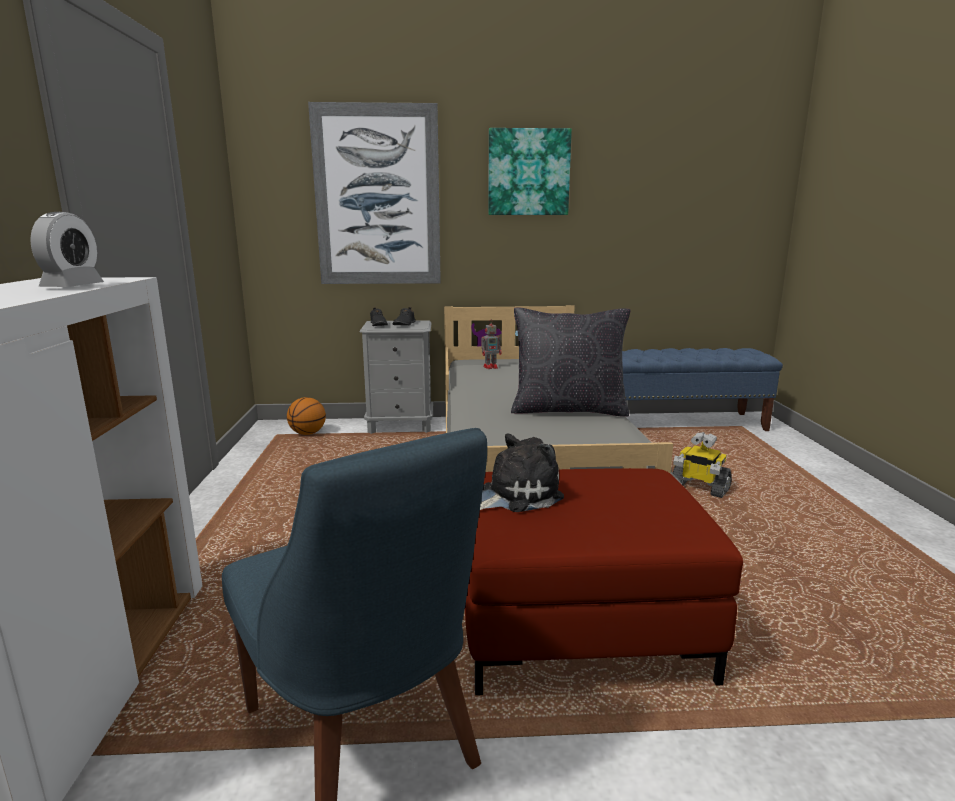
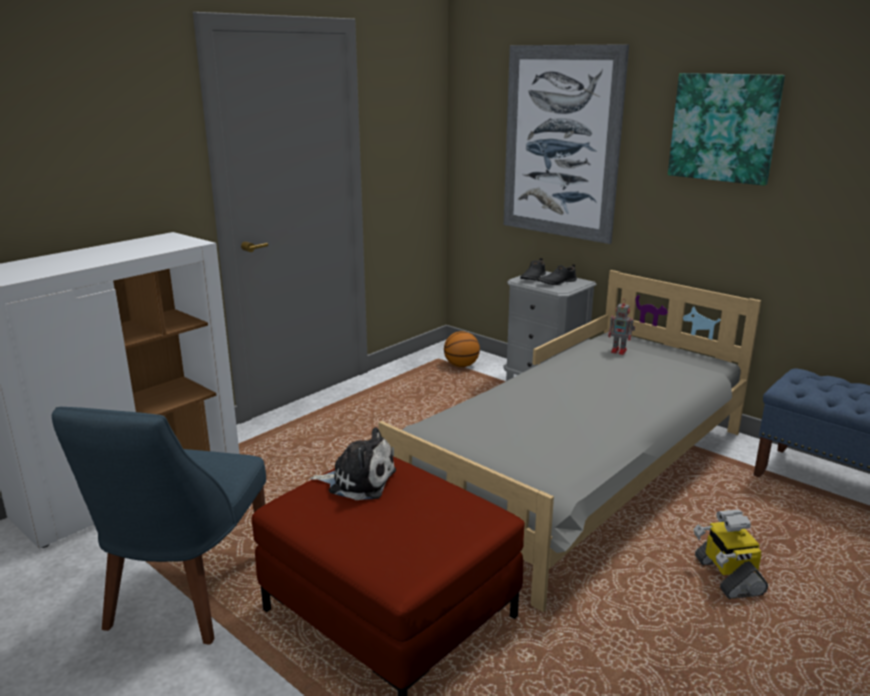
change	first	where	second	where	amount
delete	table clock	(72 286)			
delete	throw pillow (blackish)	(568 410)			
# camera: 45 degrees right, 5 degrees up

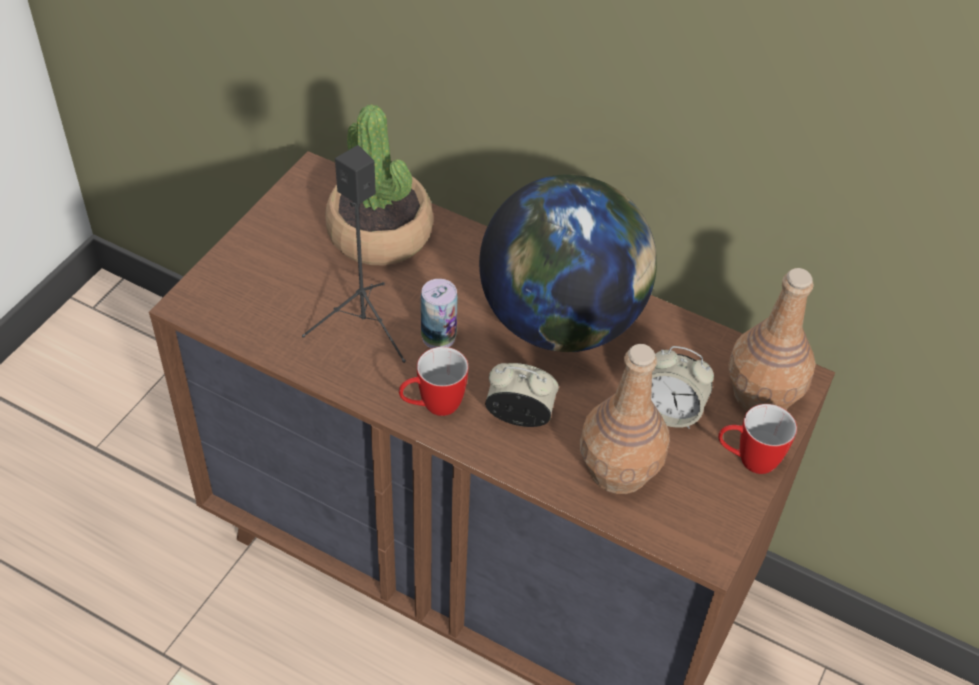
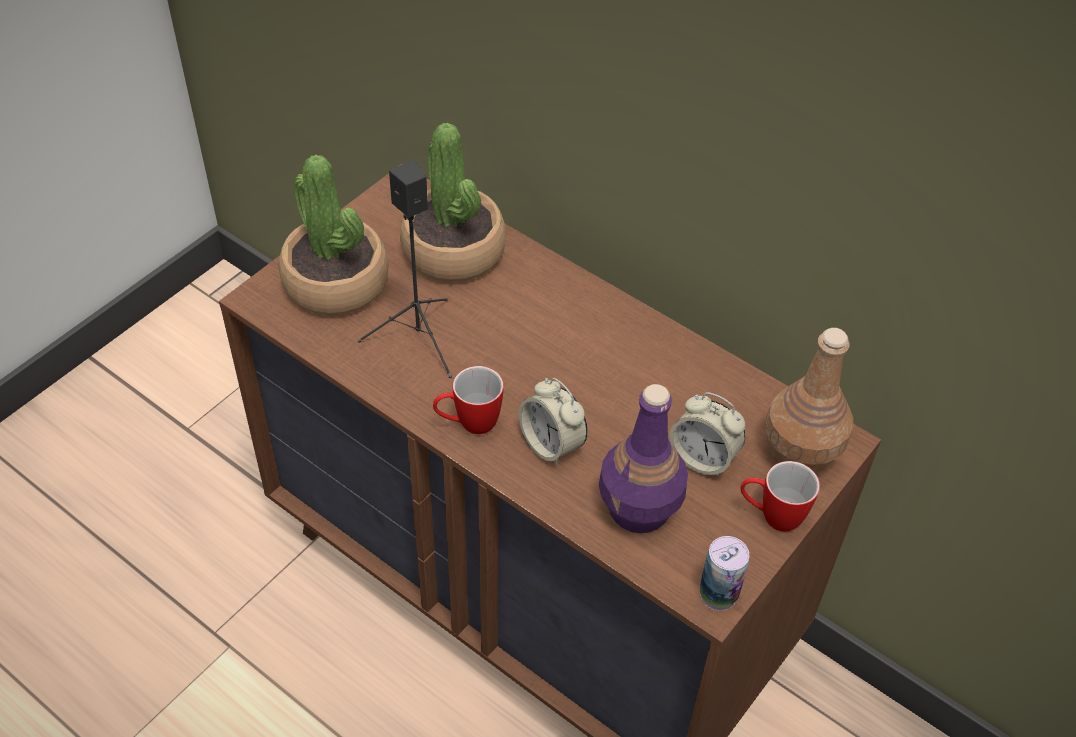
change	first	where	second	where	amount
delete	world globe	(562 321)			
insert			houseplant	(336 282)	
move	sealed can	(438 337)		(718 594)	
recolor	beverage bottle (brownish)	(620 470)	beverage bottle (purple-coloured)	(640 509)	
rotate	table clock	(519 417)		(551 444)	150 degrees counterclockwise
# camera: 10 degrees right, 0 degrees up

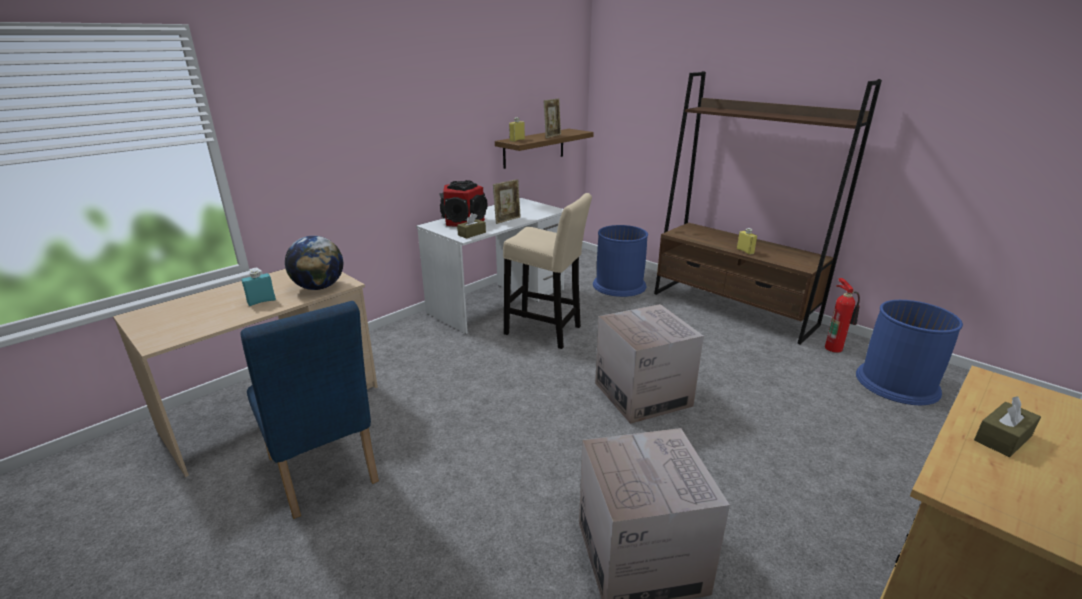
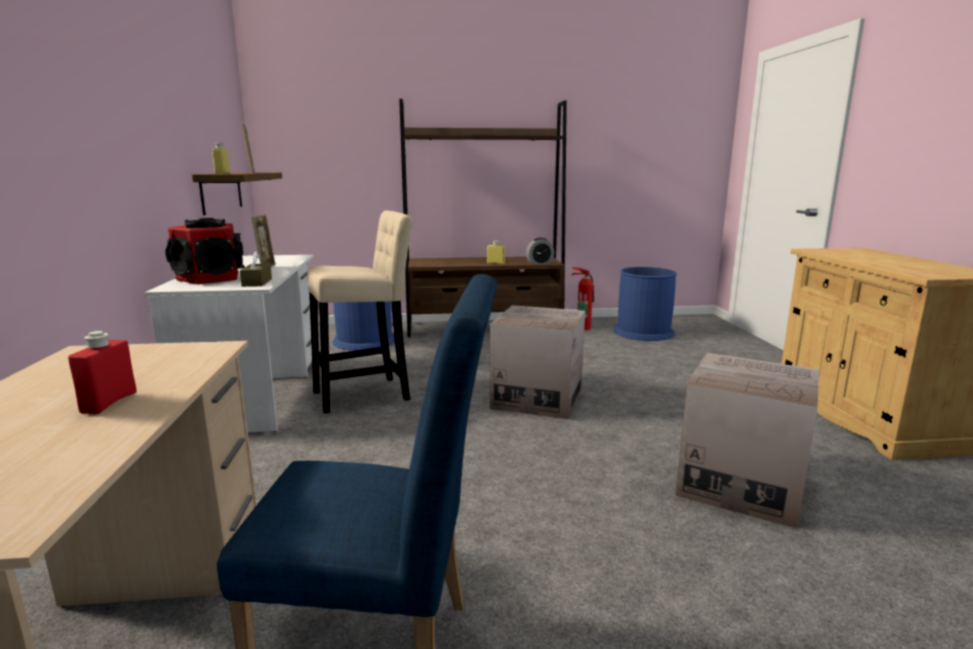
change	first	where	second	where	amount
delete	world globe	(319 287)			
delete	box of tissues (brownish)	(1002 438)			
insert			table clock	(539 263)	
recolor	beverage bottle (turquoise)	(261 301)	beverage bottle (red)	(109 402)	
# camera: 50 degrees left, 10 degrees down

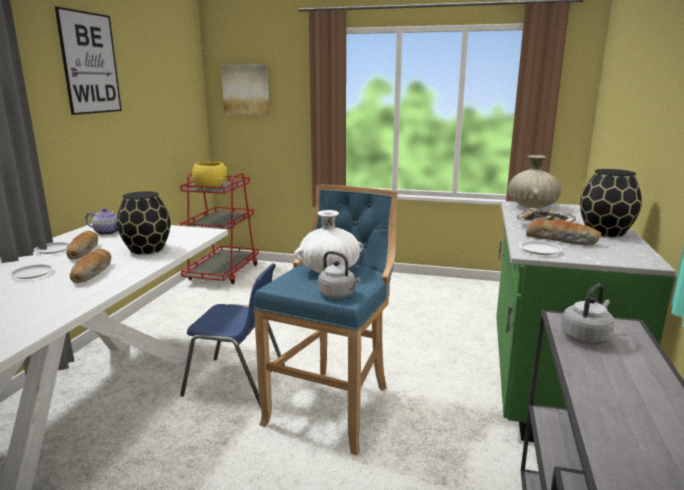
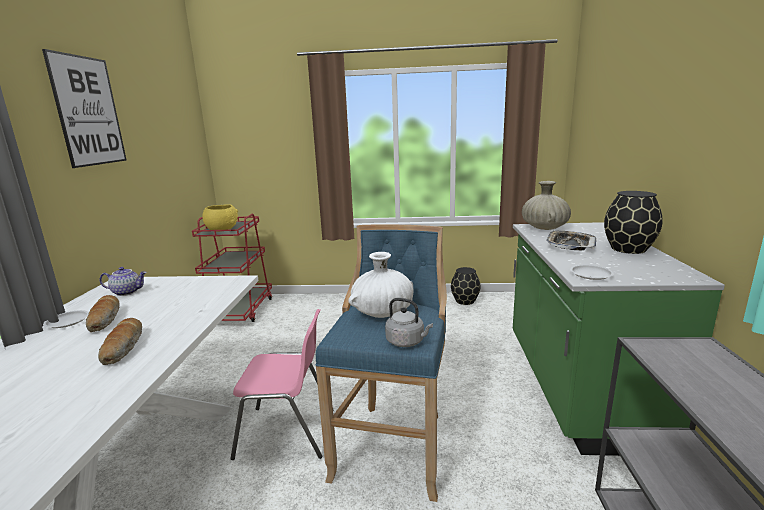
change	first	where	second	where	amount
delete	flat dish (white-coloured)	(33 274)			
delete	wall picture	(246 89)			
delete	baked bread	(561 240)			
delete	water kettle (greyish)	(586 337)			
move	flower vase (blackish)	(147 250)		(465 301)	
recolor	upright chair (blue)	(237 382)	upright chair (pink-coloured)	(287 433)	
# camera: 10 degrees left, 0 degrees up

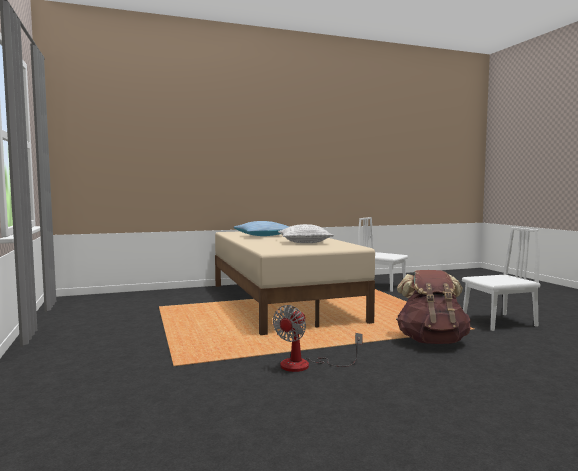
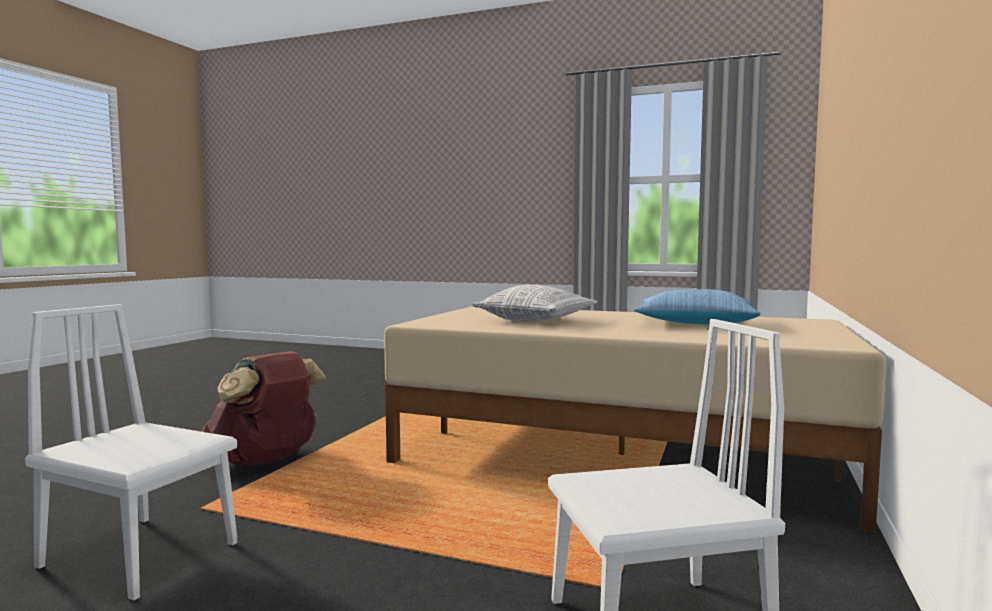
change	first	where	second	where	amount
delete	electric fan	(305 365)			
rotate	upright chair (white-coloured)	(498 322)		(140 554)	90 degrees clockwise
# camera: 130 degrees right, 0 degrees up

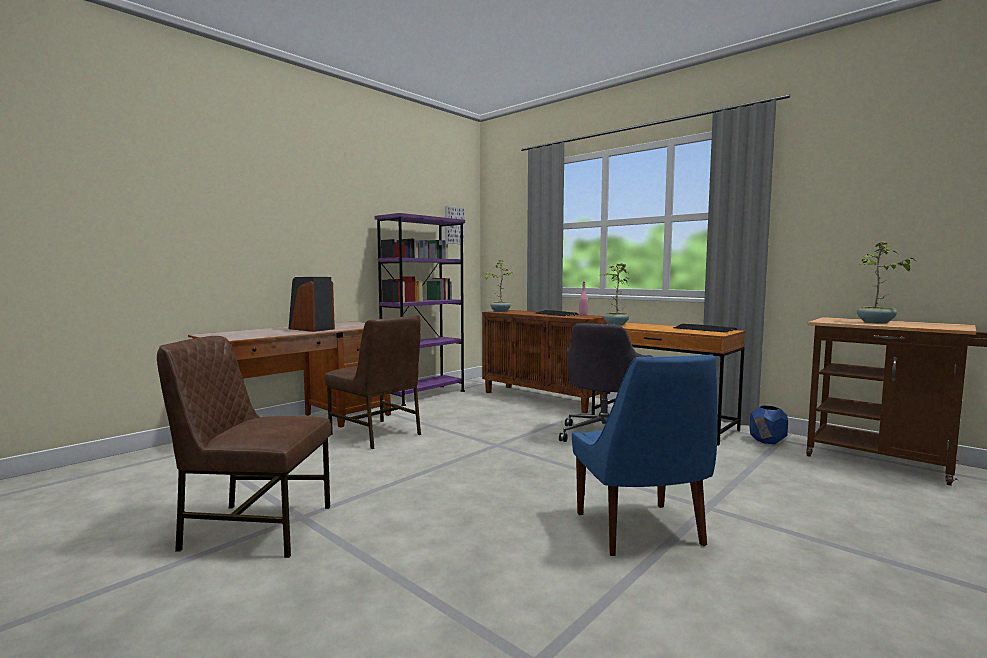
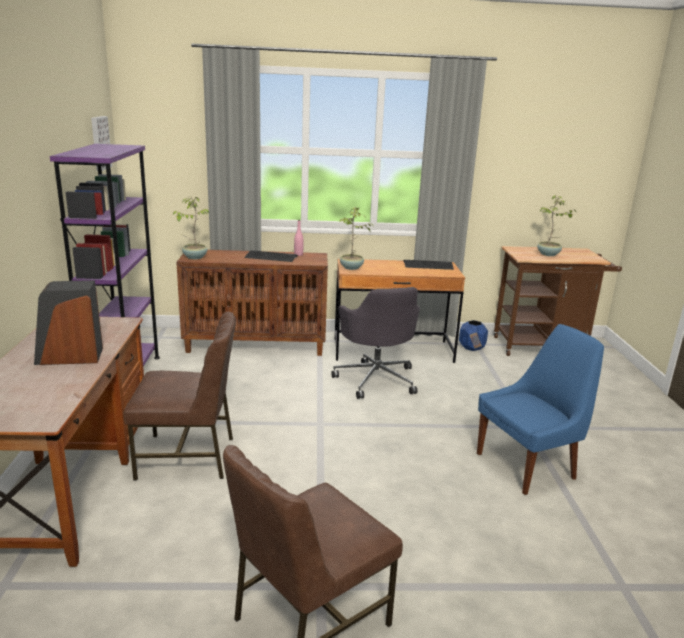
change	first	where	second	where	amount
rotate	upright chair (blue)	(640 531)		(528 465)	60 degrees counterclockwise
# camera: 45 degrees left, 15 degrees up

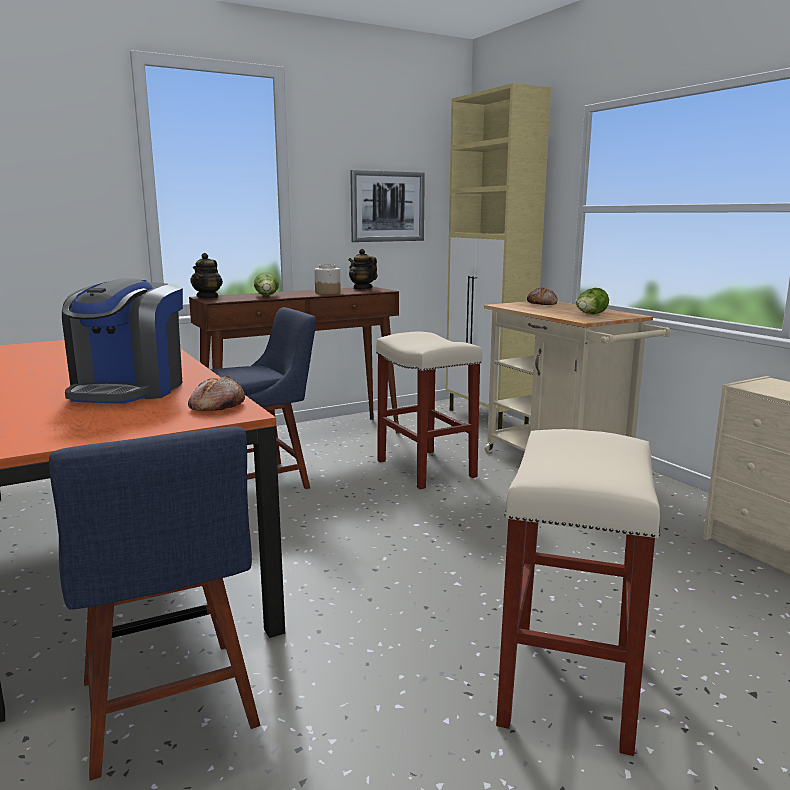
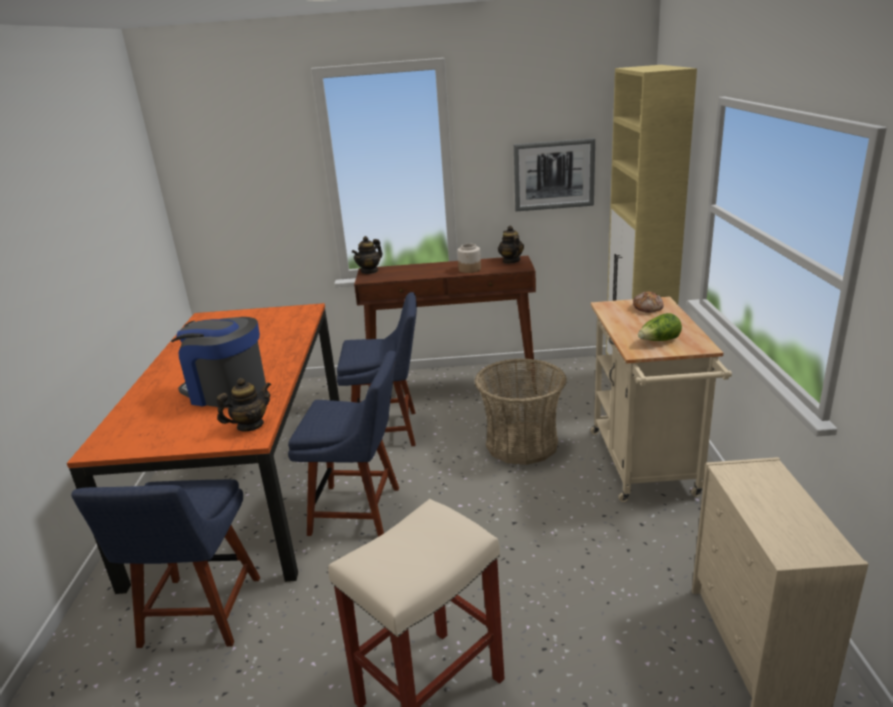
change	first	where	second	where	amount
delete	head of lettuce	(267 296)			
insert			upright chair (blue)	(360 511)	
replace	baked bread	(216 406)	teapot	(250 425)	
replace	sitting stool (beige-coloured)	(427 469)	storage basket	(522 444)	
rotate	coffee brewer	(129 389)		(226 391)	75 degrees clockwise
# camera: 30 degrees right, 10 degrees up

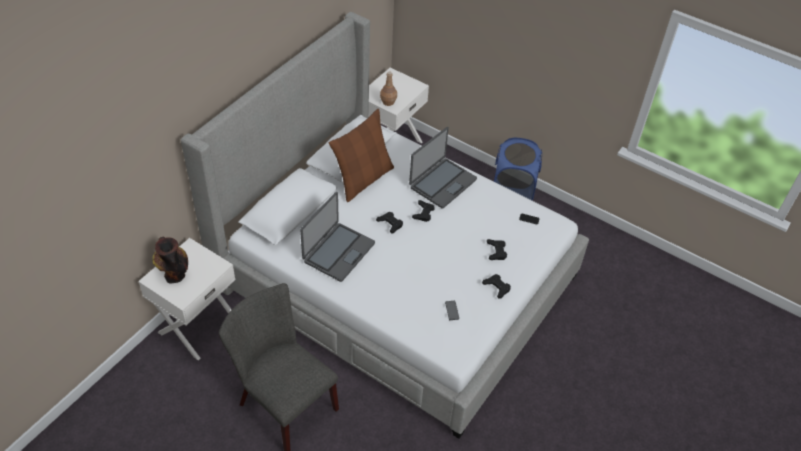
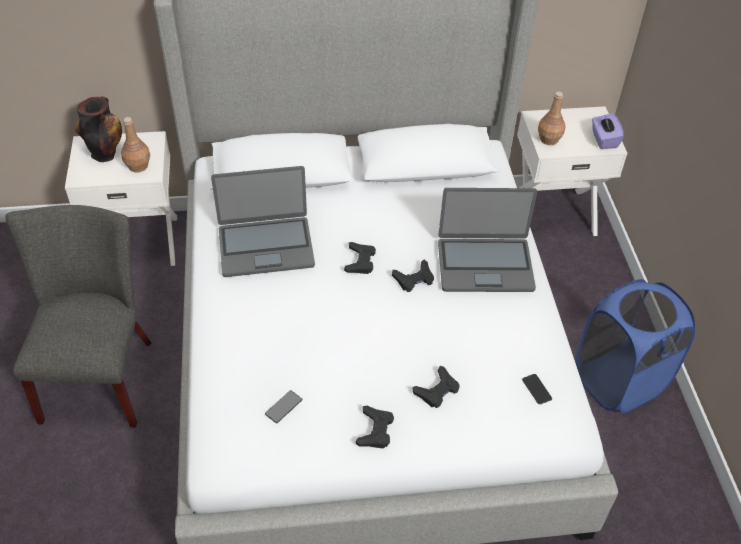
change	first	where	second	where	amount
delete	throw pillow (brownish)	(363 179)			
insert			beverage bottle (brownish)	(138 166)	
insert			box of tissues (purple-coloured)	(604 140)	
# camera: 50 degrees right, 0 degrees up

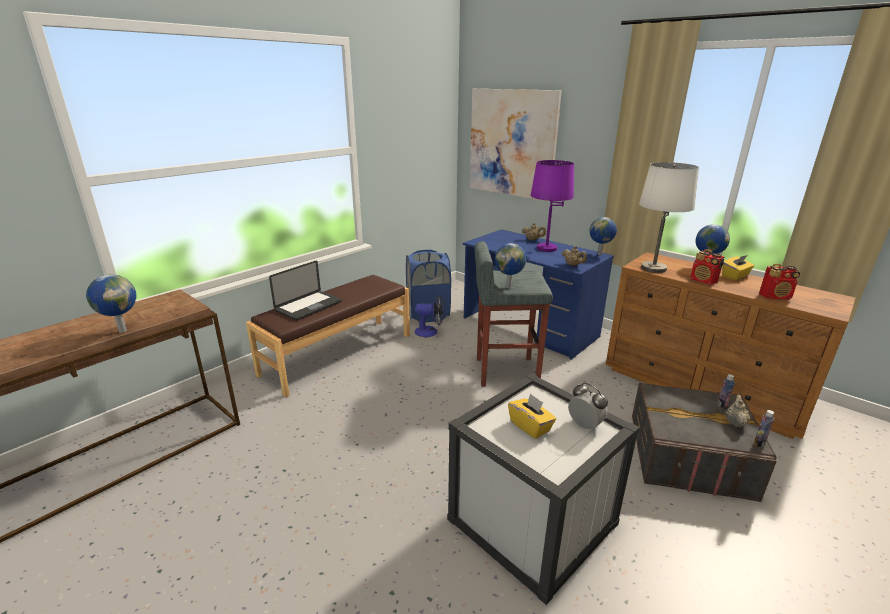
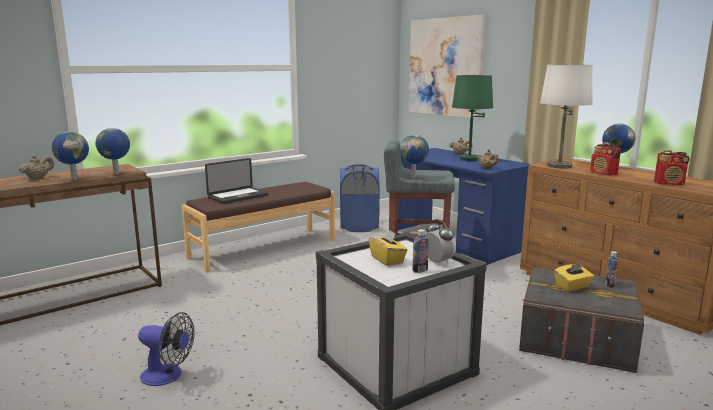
change	first	where	second	where	amount
move	electric fan	(430 332)		(168 376)	
move	world globe	(600 254)		(116 173)	
move	box of tissues (yellowish)	(735 276)		(572 287)	
move	teapot (beige-coloured)	(734 422)		(38 178)	
move	beverage bottle	(759 443)		(420 270)	
recolor	table lamp (purple-coloured)	(546 248)	table lamp (green-coloured)	(469 159)	
# camera: 10 degrees right, 10 degrees down

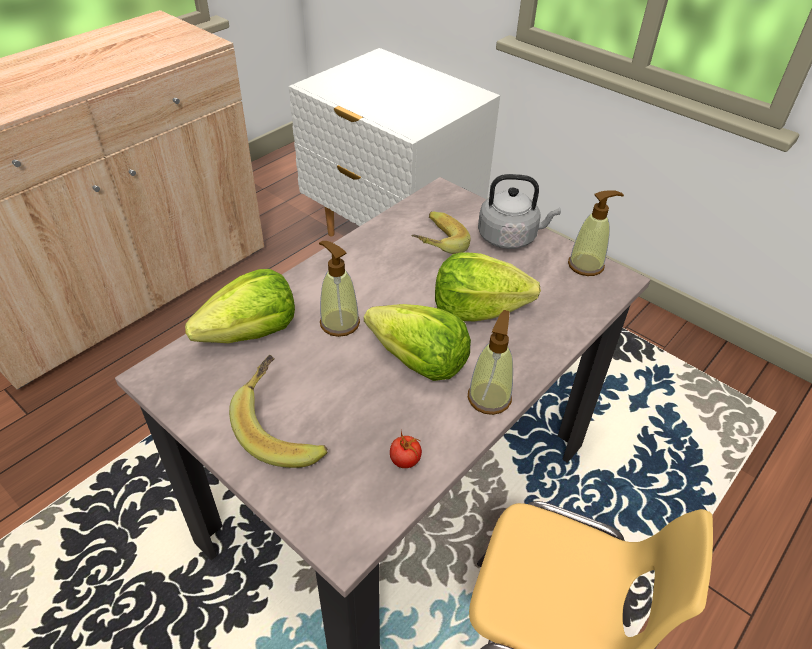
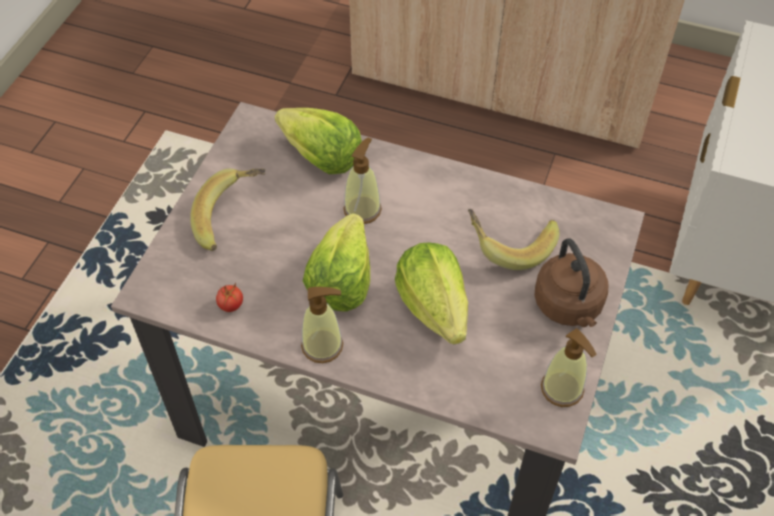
change	first	where	second	where	amount
recolor	water kettle (greyish)	(510 237)	water kettle (brownish)	(569 306)	
# camera: 70 degrees right, 10 degrees up

